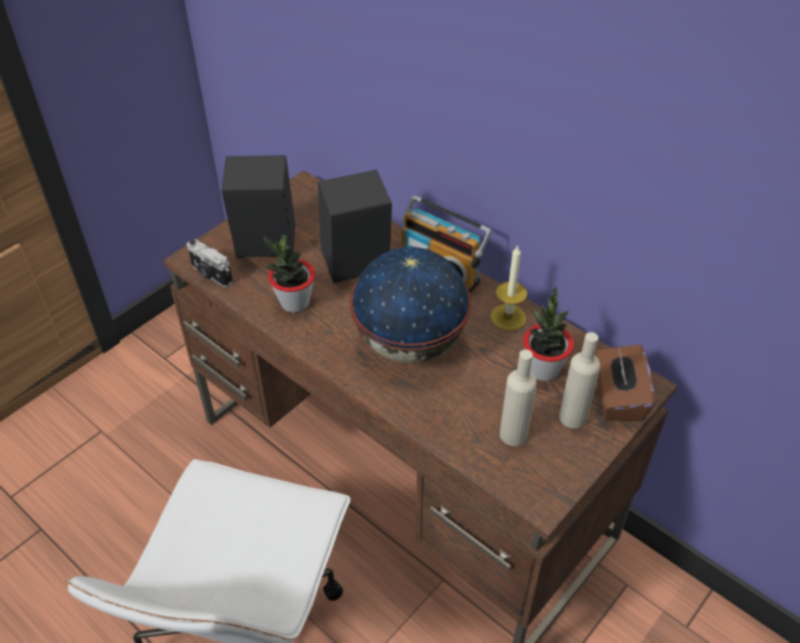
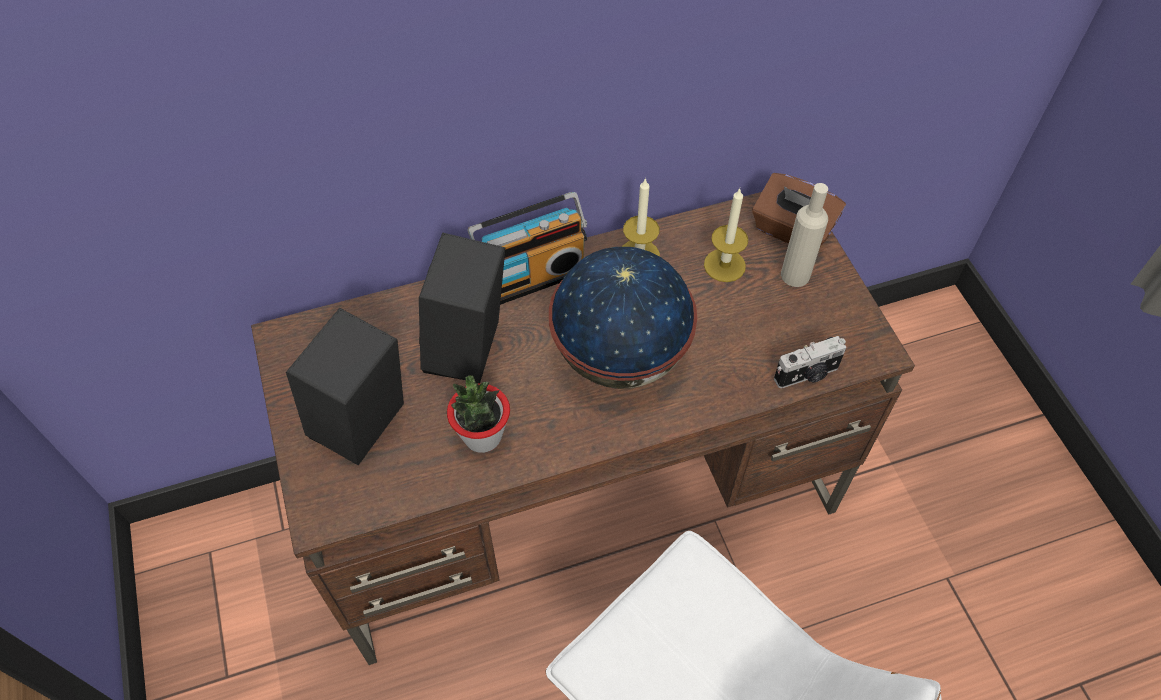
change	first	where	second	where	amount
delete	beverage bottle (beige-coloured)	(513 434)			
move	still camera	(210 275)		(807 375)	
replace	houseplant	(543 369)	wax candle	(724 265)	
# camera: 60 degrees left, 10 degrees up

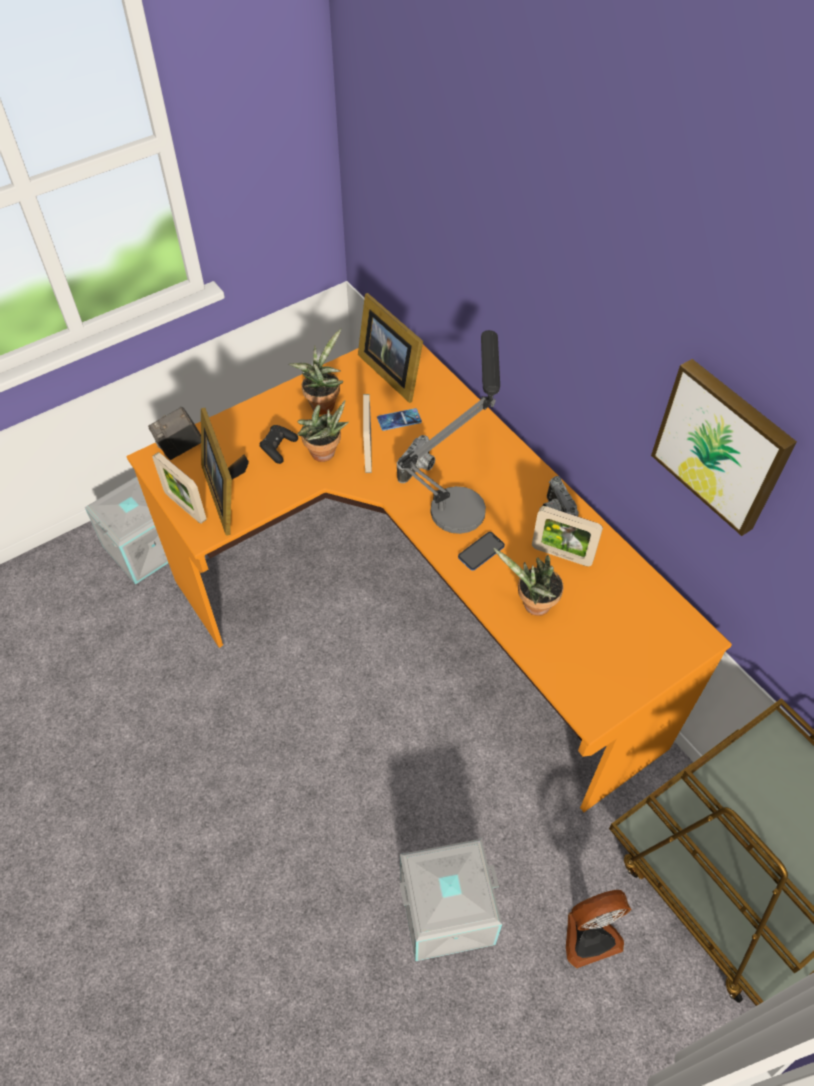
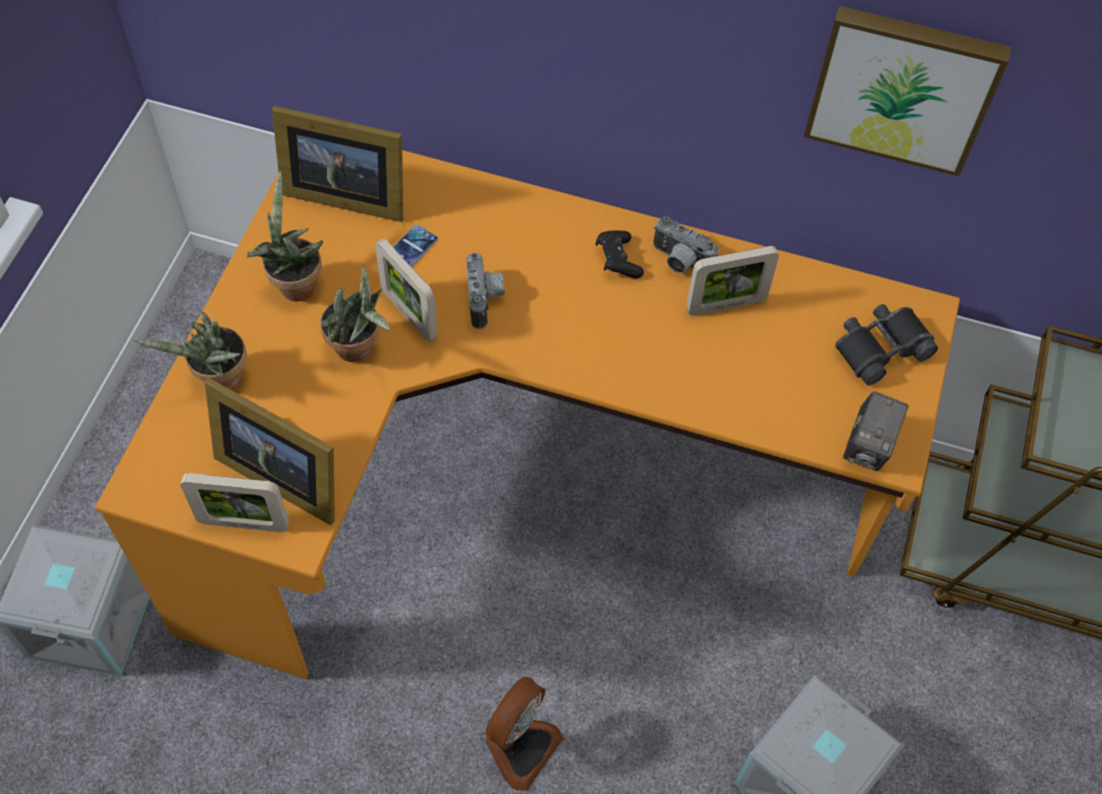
change	first	where	second	where	amount
delete	table lamp	(461 498)			
delete	handset	(481 552)			
insert			field glasses (blackish)	(880 348)	
move	still camera	(180 448)		(868 447)	
move	joypad (blackish)	(278 448)		(617 260)	
move	houseplant	(532 605)		(219 381)	
move	electric fan	(589 934)		(519 746)	
# camera: 40 degrees left, 5 degrees up

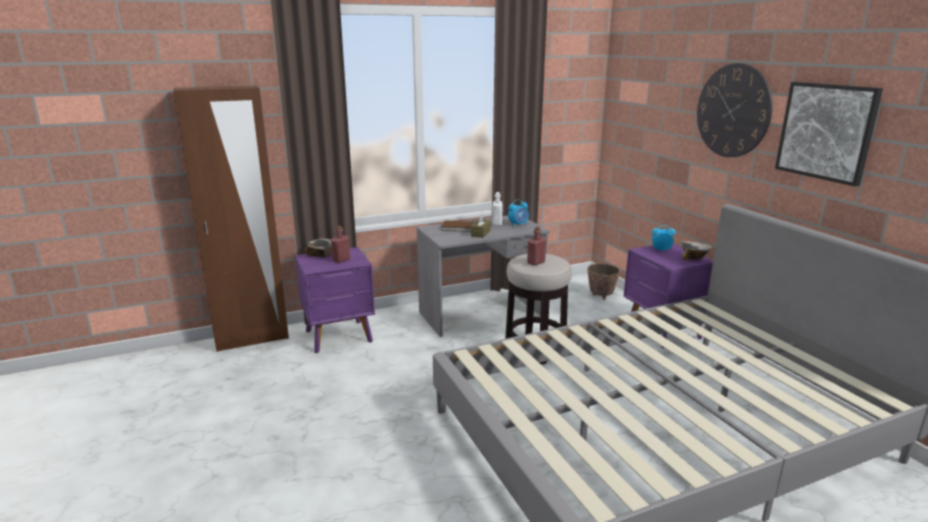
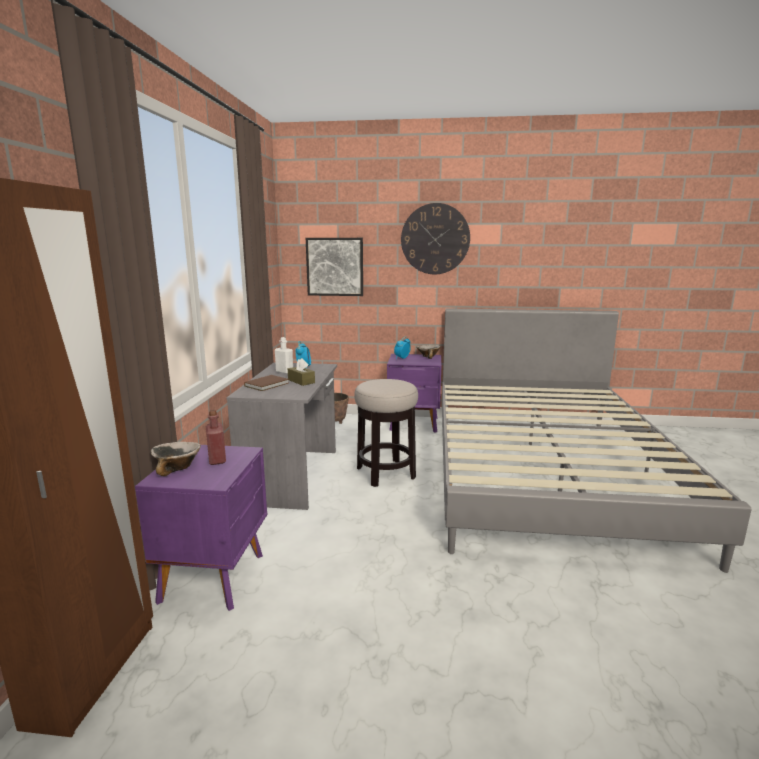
change	first	where	second	where	amount
delete	beverage bottle (red)	(536 262)			
move	wall picture	(826 131)		(335 266)	
# camera: 60 degrees left, 5 degrees down

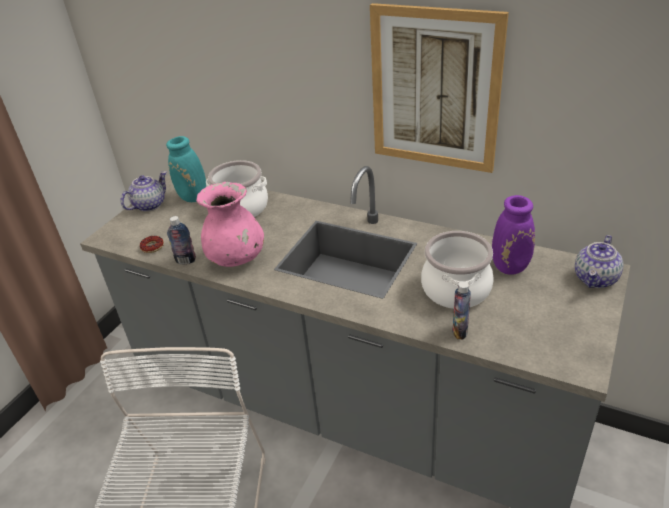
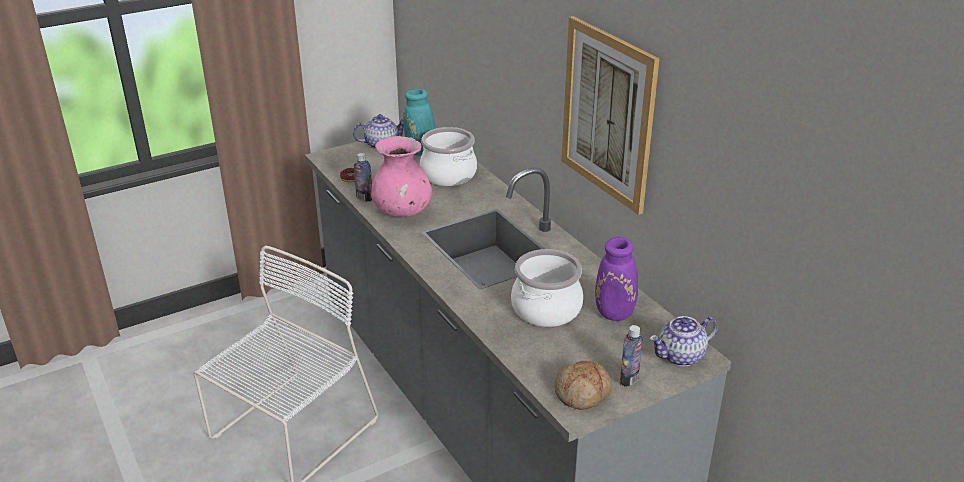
change	first	where	second	where	amount
insert			baked bread	(583 393)	
move	beverage bottle	(460 331)		(629 379)	
# camera: 30 degrees right, 5 degrees down

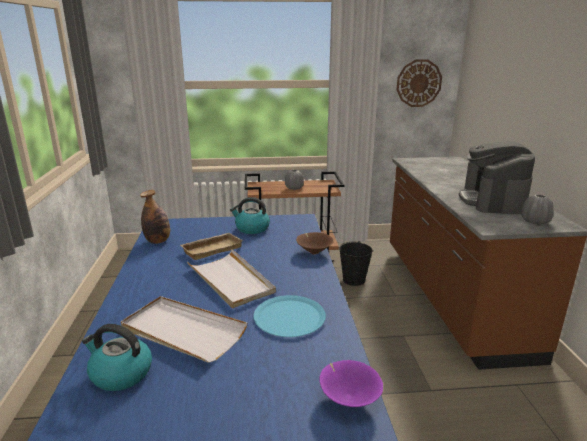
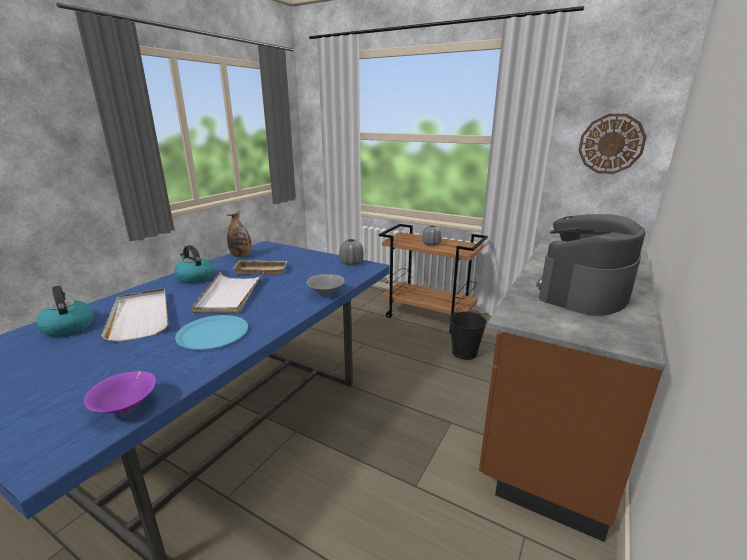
change	first	where	second	where	amount
move	water kettle	(251 228)		(195 278)	
move	flower vase (greyish)	(535 221)		(351 263)	
recolor	deep dish (brownish)	(314 252)	deep dish (greyish)	(326 293)	
# camera: 35 degrees right, 0 degrees up

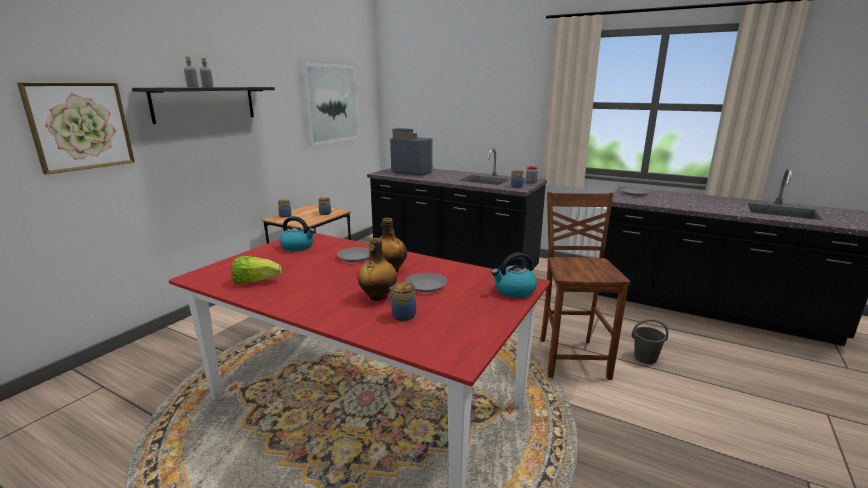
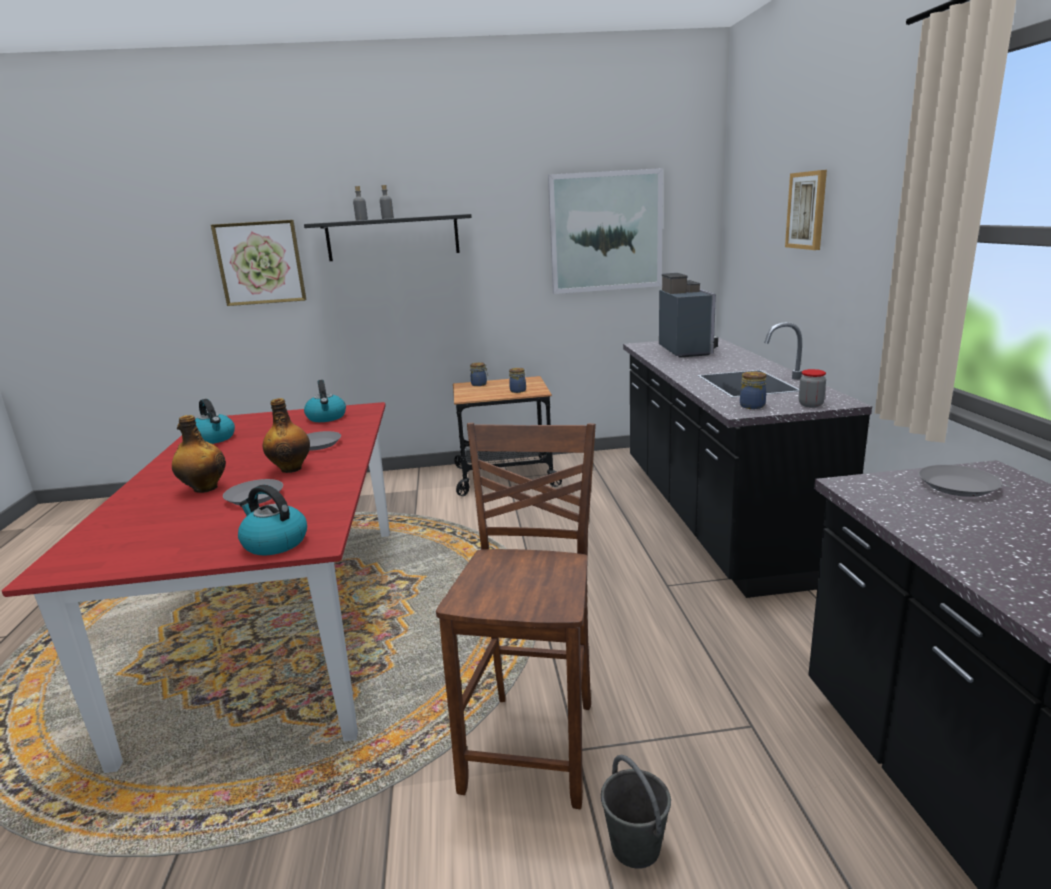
change	first	where	second	where	amount
delete	preserve jar	(402 315)			
insert			wall picture	(807 210)	
replace	head of lettuce	(255 282)	water kettle	(214 439)	
rotate	upright chair (brownish)	(572 357)		(535 744)	45 degrees counterclockwise
# camera: 55 degrees right, 0 degrees up

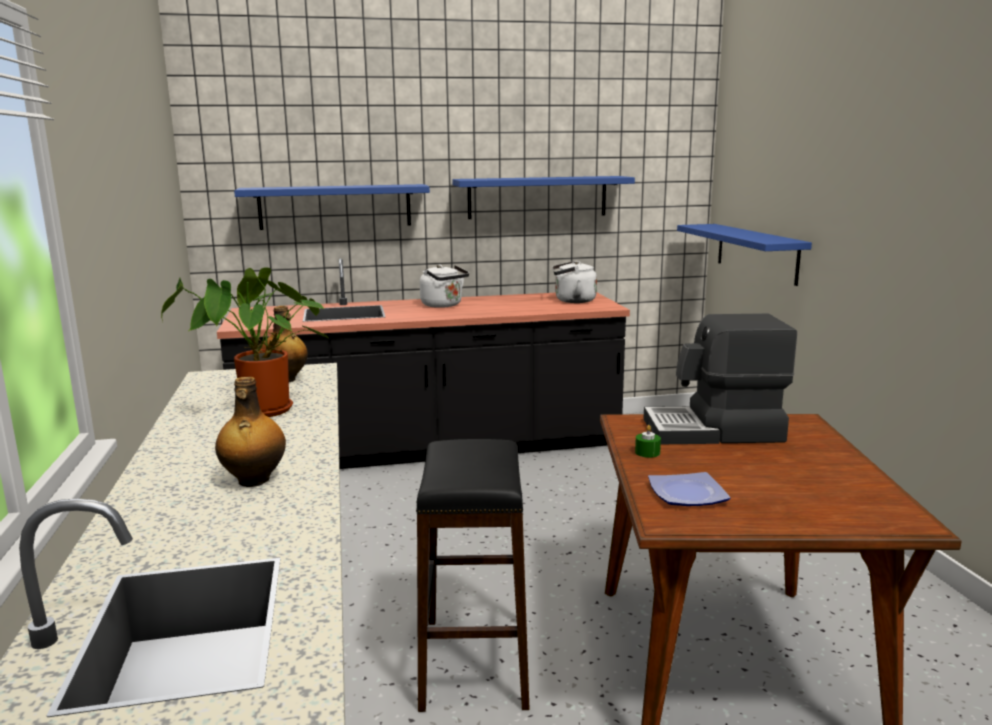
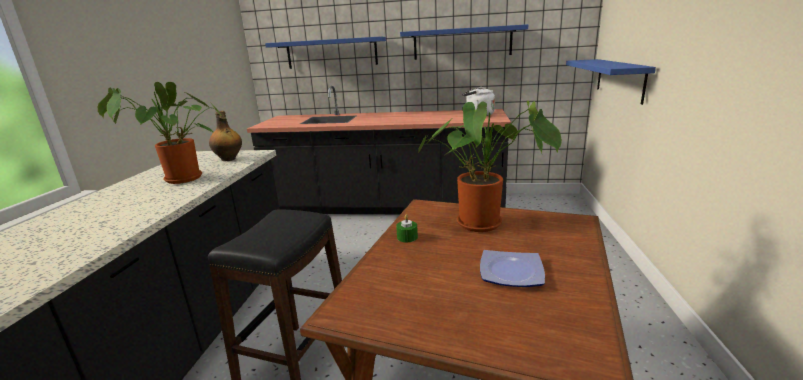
change	first	where	second	where	amount
delete	beverage bottle	(253 481)			
delete	water kettle (white-coloured)	(444 305)			
move	flat dish	(686 495)		(510 272)	
replace	coffee brewer	(714 431)	houseplant	(484 223)	
# camera: 20 degrees right, 5 degrees up

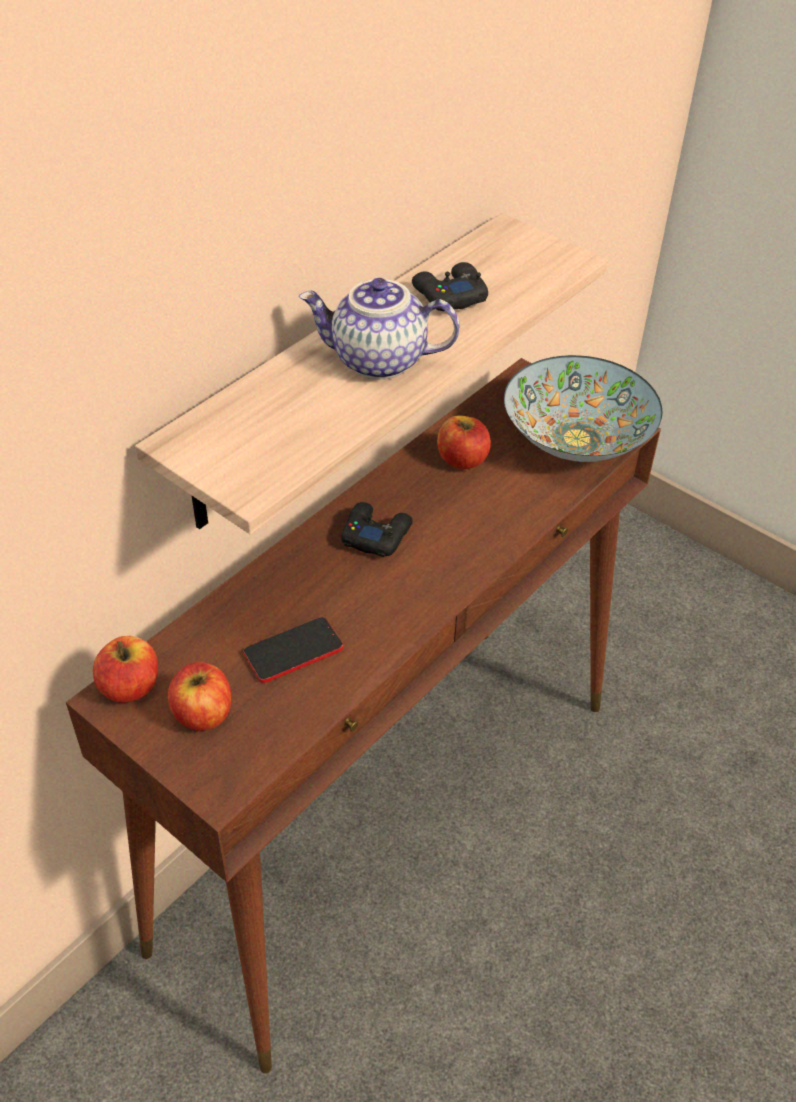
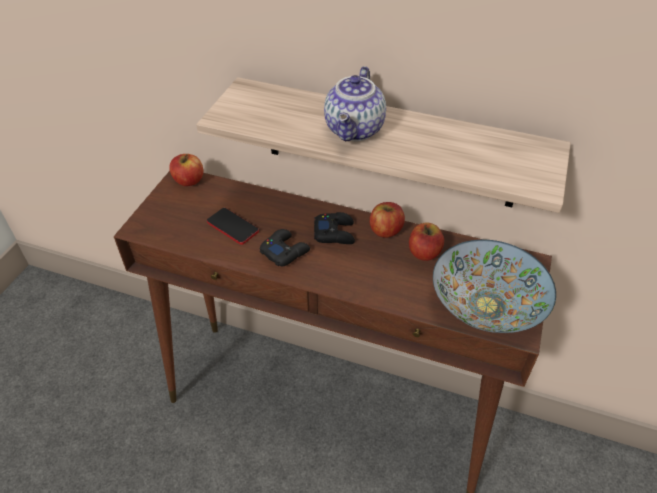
change	first	where	second	where	amount
move	apple fruit	(203 713)		(385 230)	
move	joypad (blackish)	(449 295)		(285 251)	
rotate	teapot	(377 362)		(355 130)	150 degrees counterclockwise
# camera: 70 degrees right, 0 degrees up

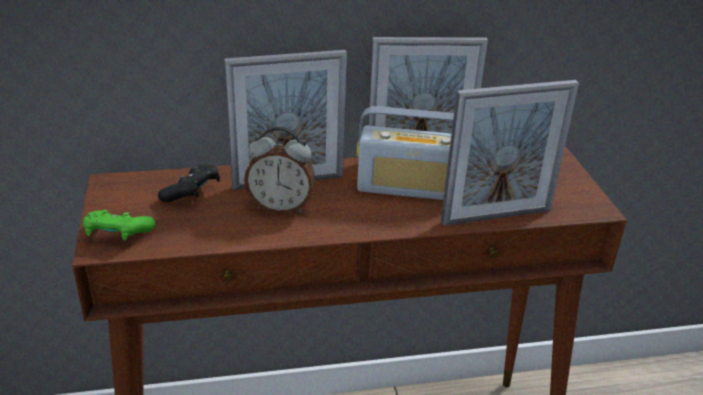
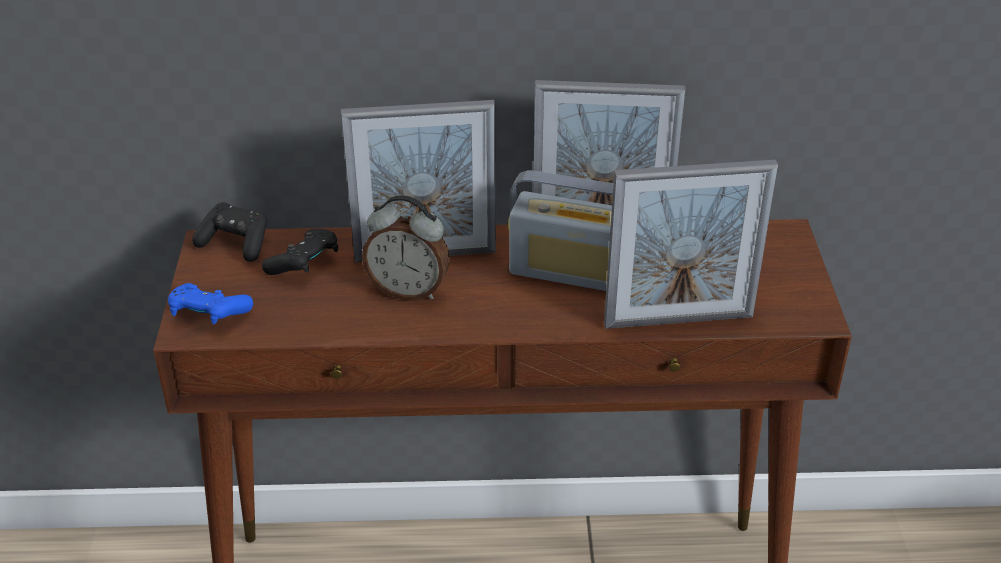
change	first	where	second	where	amount
insert			joypad (blackish)	(235 243)	
recolor	joypad (green-coloured)	(117 235)	joypad (blue)	(209 315)	
# camera: 10 degrees right, 5 degrees up

